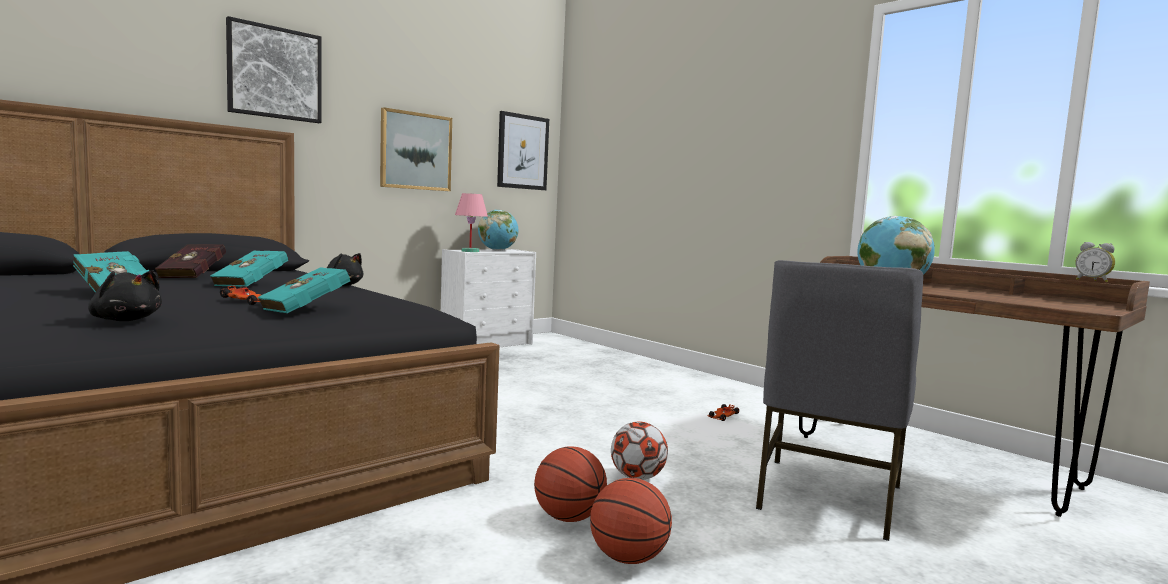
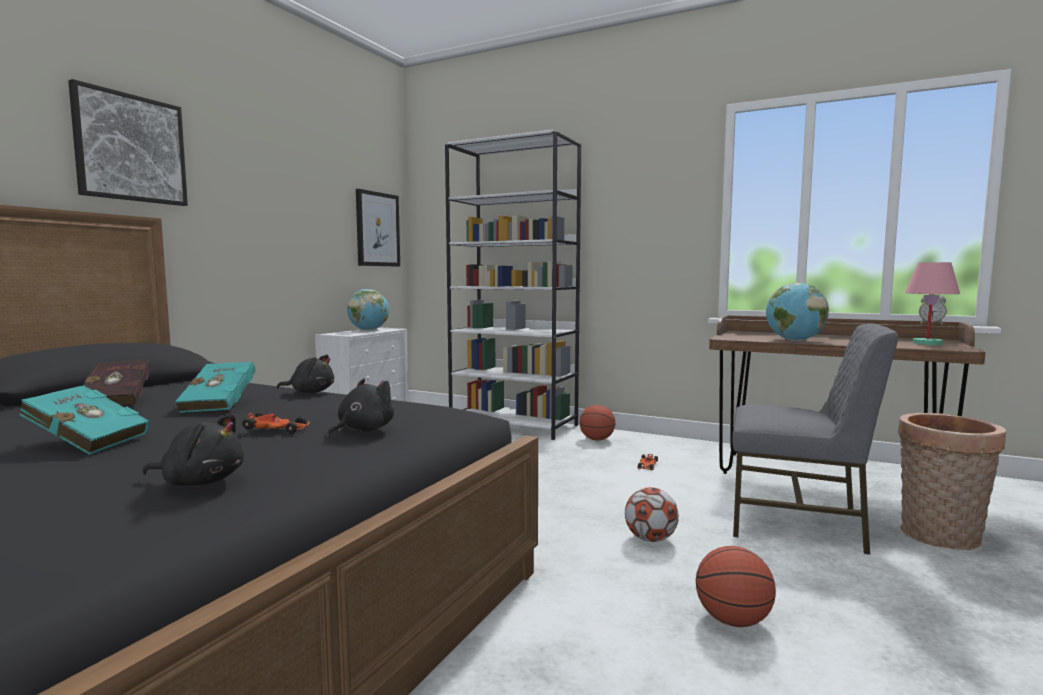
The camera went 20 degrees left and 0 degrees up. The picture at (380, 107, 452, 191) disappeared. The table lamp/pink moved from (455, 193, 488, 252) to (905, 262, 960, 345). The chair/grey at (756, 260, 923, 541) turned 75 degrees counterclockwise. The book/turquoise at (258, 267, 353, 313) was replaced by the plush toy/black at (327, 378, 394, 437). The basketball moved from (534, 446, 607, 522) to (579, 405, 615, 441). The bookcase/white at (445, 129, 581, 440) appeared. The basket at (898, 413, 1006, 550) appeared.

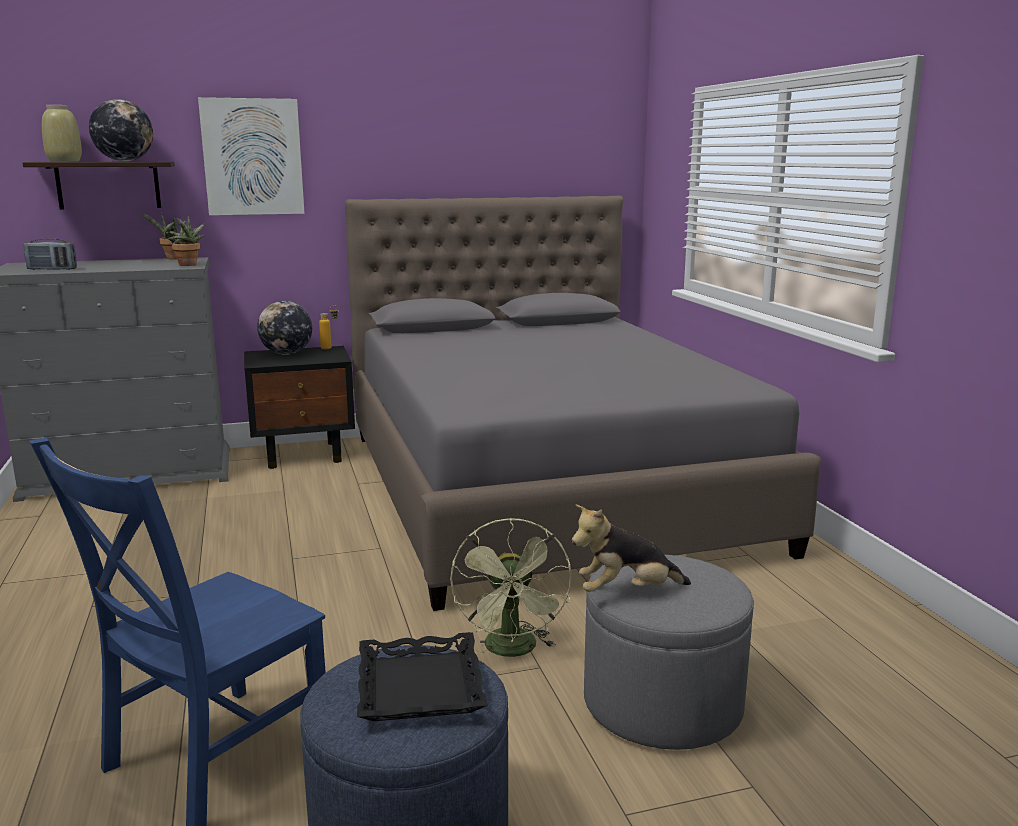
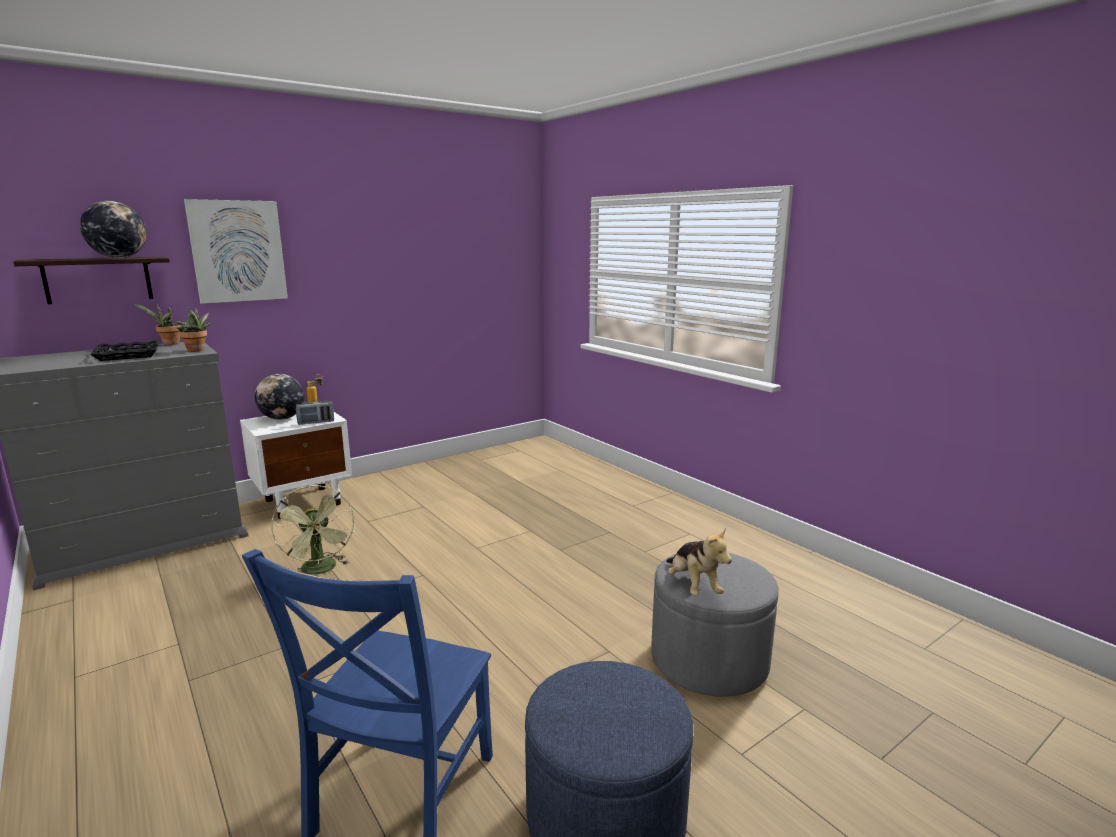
The camera went 20 degrees left and 0 degrees up. The vase/beige at (42, 105, 82, 161) disappeared. The bed/grey at (345, 196, 821, 611) disappeared. The radio moved from (23, 238, 77, 270) to (296, 400, 334, 425). The nightstand/black at (244, 346, 355, 469) became the nightstand/white at (240, 412, 352, 519). The plush toy at (572, 505, 691, 592) turned 75 degrees counterclockwise. The fan/green moved from (450, 518, 572, 657) to (271, 485, 354, 575). The tray/black moved from (357, 632, 488, 721) to (90, 340, 160, 361).

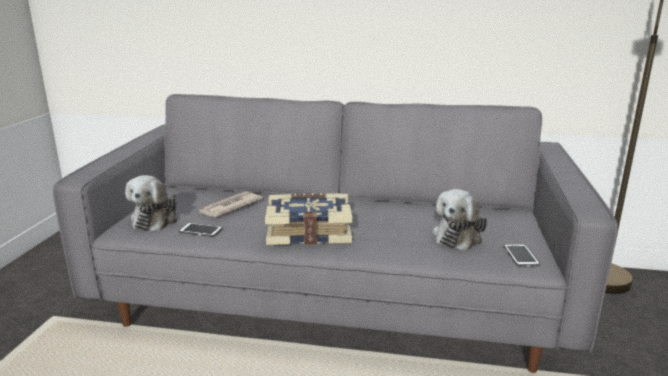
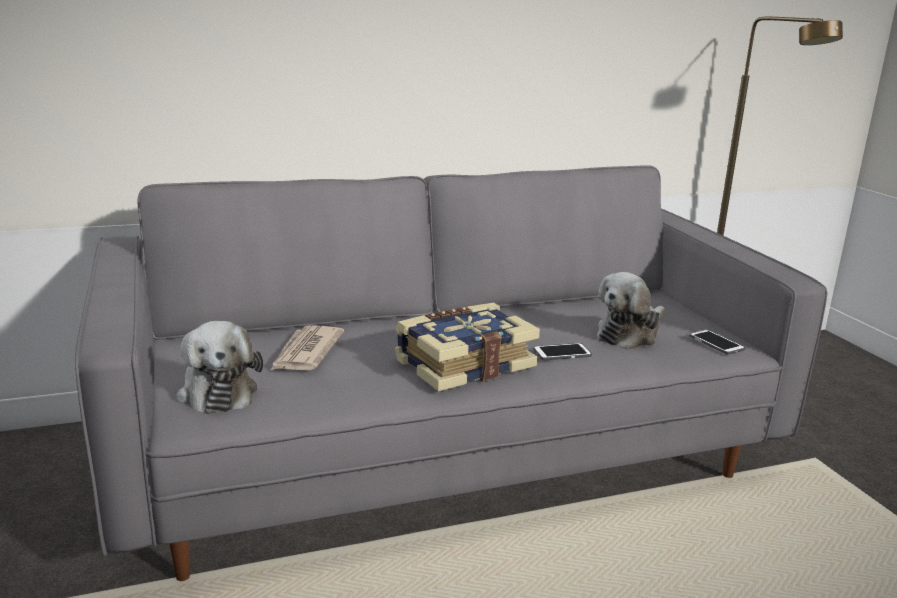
The camera went 30 degrees left and 0 degrees up. The plush toy at (432, 189, 487, 251) turned 45 degrees clockwise. The phone moved from (179, 223, 223, 237) to (533, 343, 592, 360).

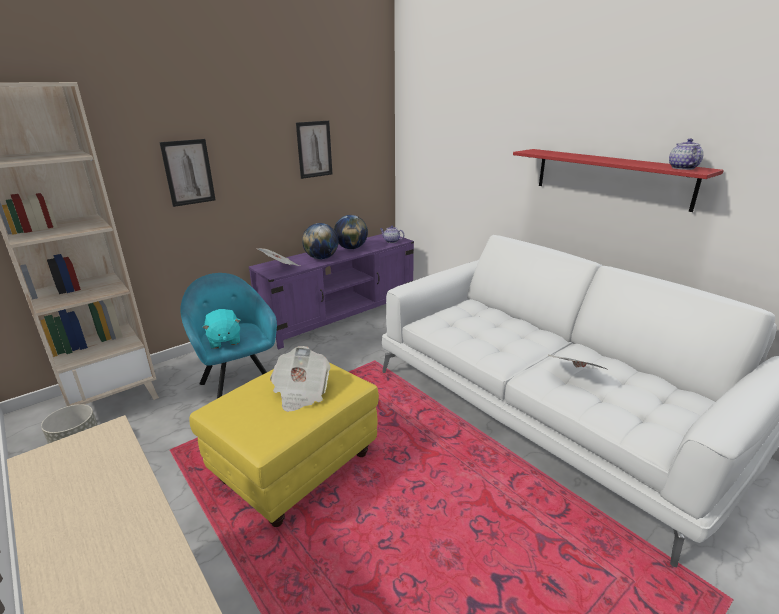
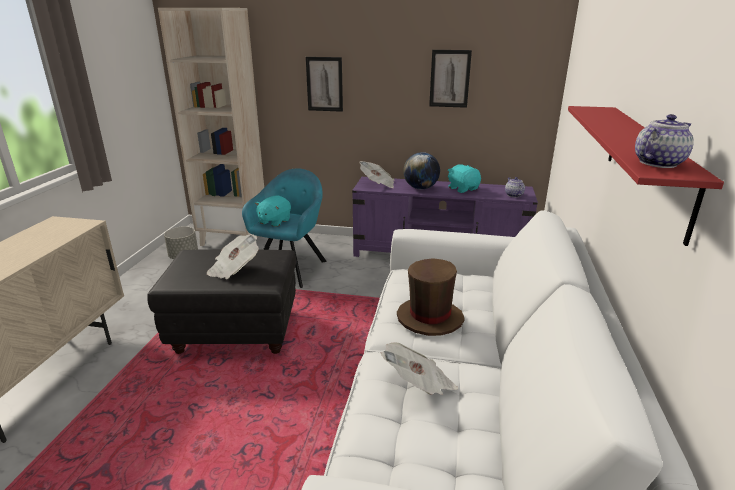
The camera went 50 degrees right and 0 degrees up. The globe at (334, 215, 368, 249) was replaced by the plush toy/turquoise at (448, 164, 481, 193). The ottoman/yellow at (189, 362, 379, 527) became the ottoman/black at (147, 249, 296, 354). The hat/brown at (397, 258, 465, 336) appeared.

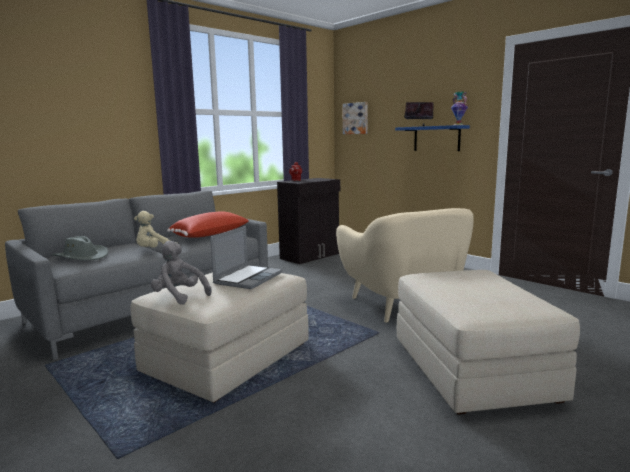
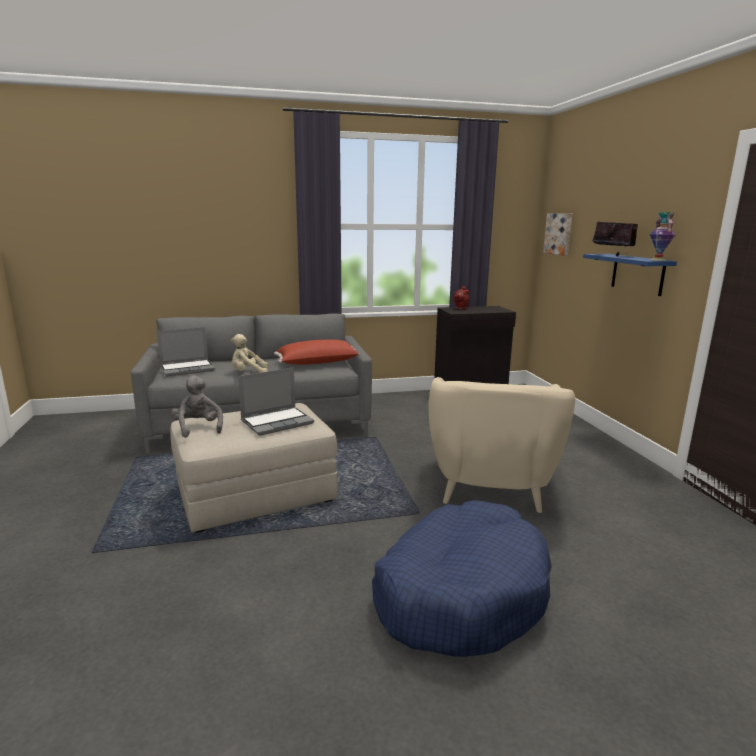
The camera went 30 degrees right and 5 degrees up. The hat/grey at (52, 236, 108, 260) was replaced by the laptop at (156, 327, 215, 376). The ottoman/beige at (397, 270, 580, 415) was replaced by the dog bed/blue at (372, 500, 552, 657).

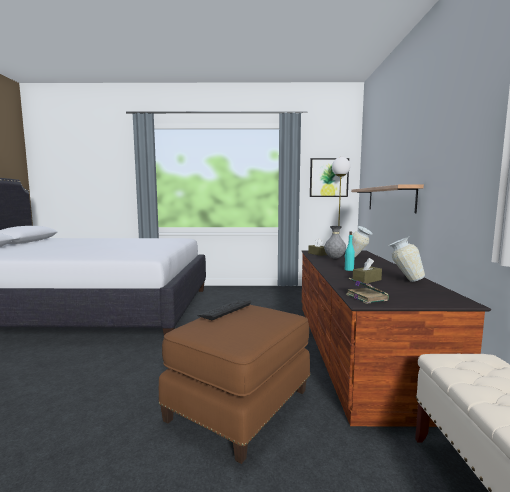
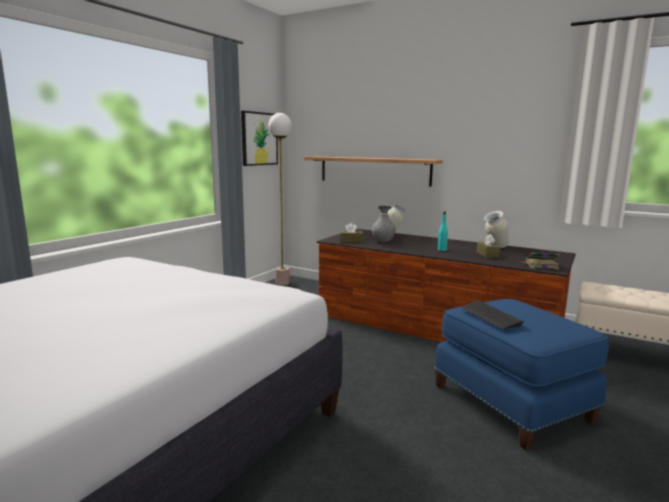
The camera went 60 degrees left and 5 degrees up. The ottoman/brown at (159, 305, 310, 464) became the ottoman/blue at (434, 299, 609, 450).

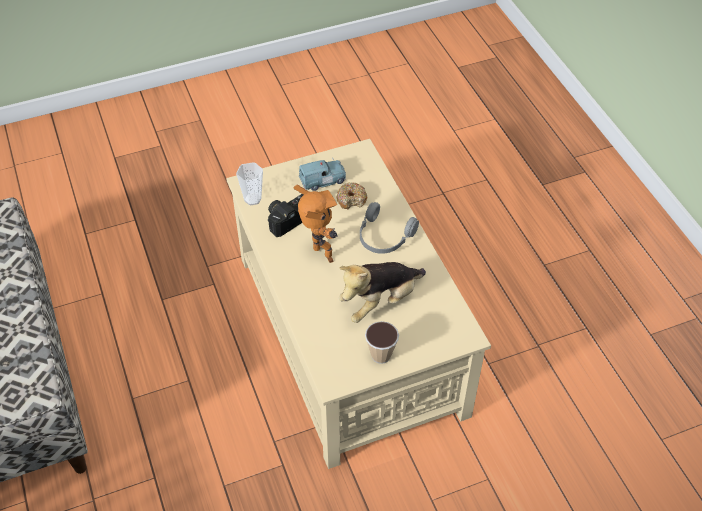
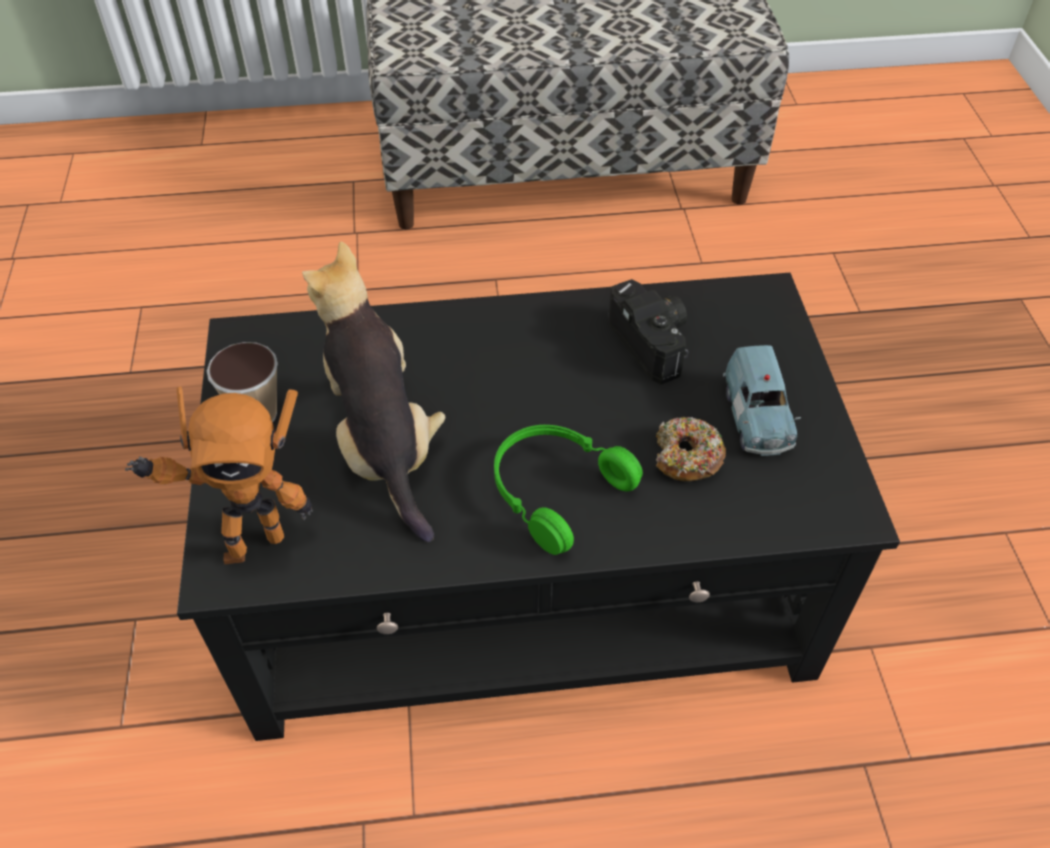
The camera went 105 degrees right and 0 degrees up. The coffee table/beige at (226, 139, 491, 469) became the coffee table/black at (177, 273, 900, 741). The cup at (236, 162, 263, 205) disappeared. The toy robot moved from (294, 185, 338, 263) to (125, 387, 312, 564). The headphones/grey at (360, 202, 419, 254) became the headphones/green at (494, 425, 643, 555).

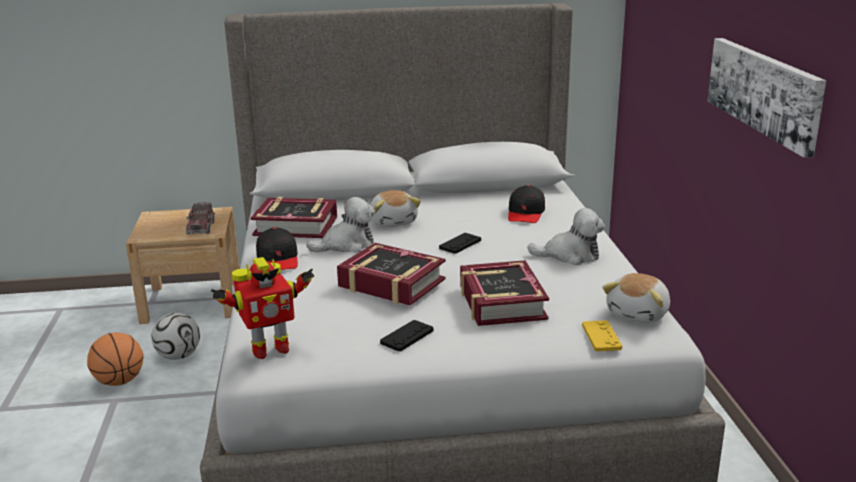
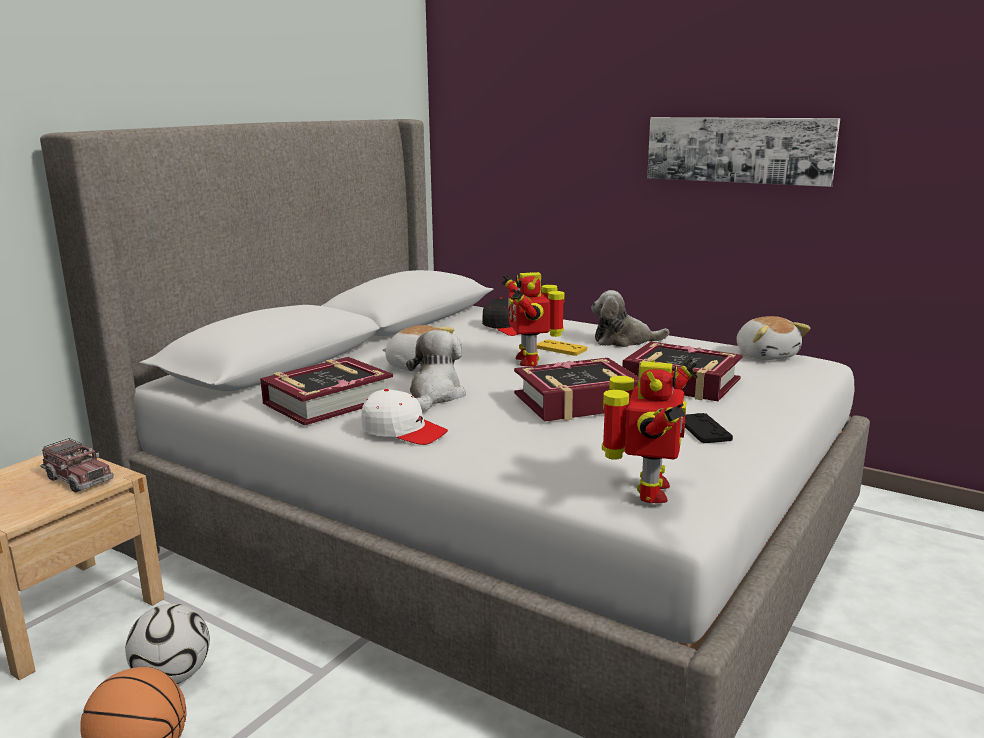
The camera went 50 degrees left and 5 degrees down. The plush toy at (528, 208, 605, 265) turned 135 degrees counterclockwise. The cap/black at (256, 227, 298, 270) became the cap/white at (362, 389, 448, 445). The game controller/black at (439, 233, 481, 254) was replaced by the toy robot at (502, 272, 565, 366). The game controller/yellow moved from (582, 320, 622, 352) to (537, 340, 587, 356).

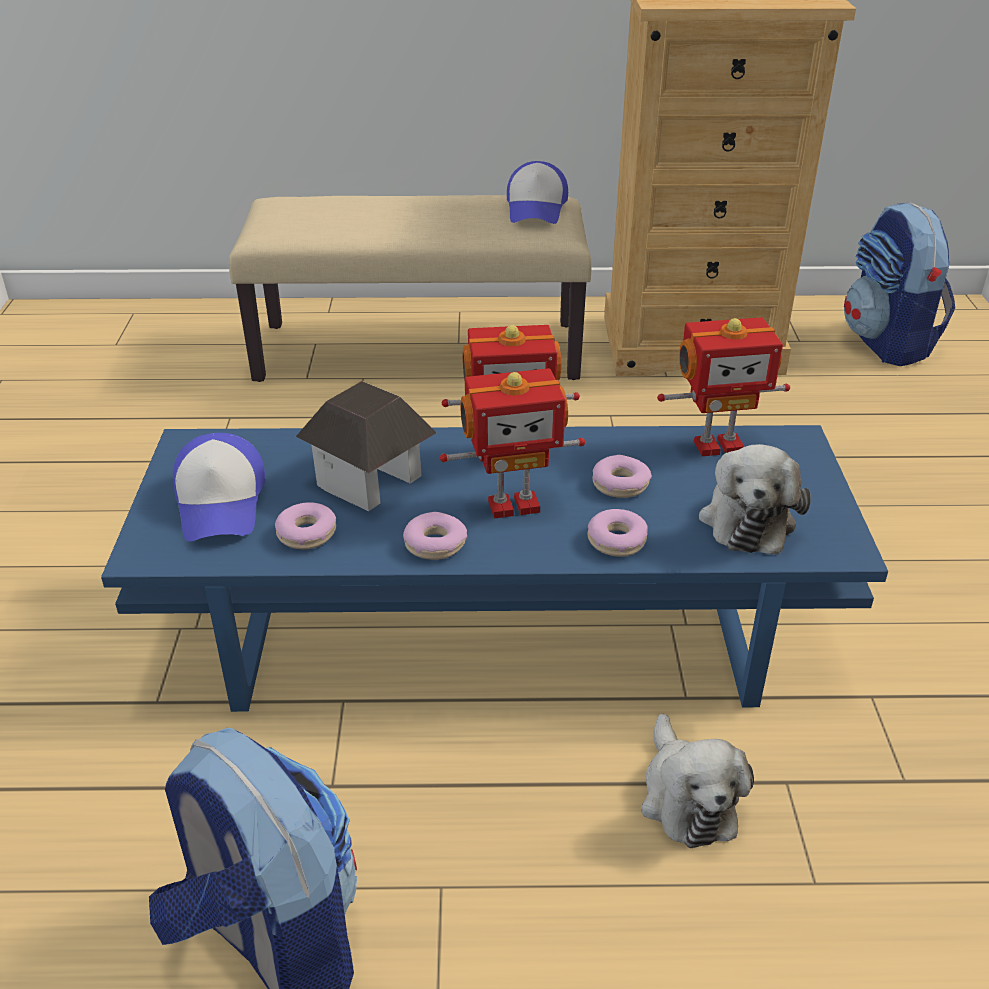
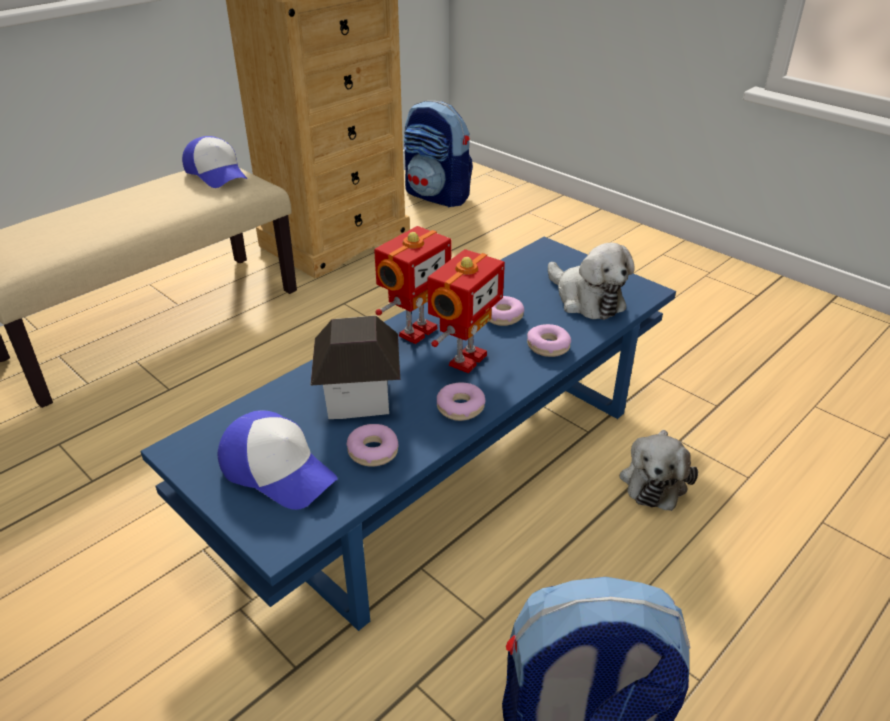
The camera went 45 degrees left and 0 degrees up. The toy robot at (657, 317, 790, 456) disappeared. The plush toy at (641, 714, 754, 848) turned 75 degrees clockwise.

